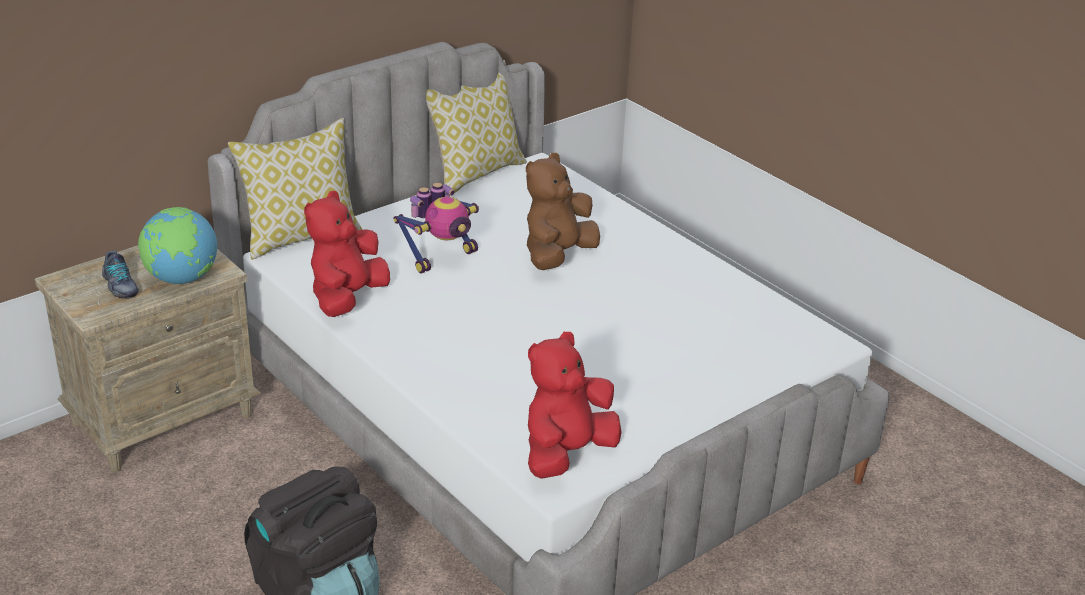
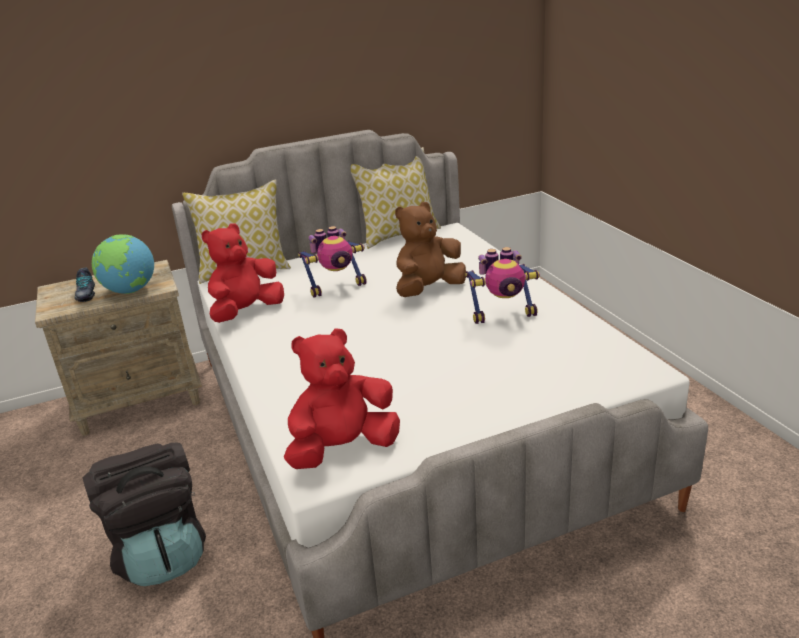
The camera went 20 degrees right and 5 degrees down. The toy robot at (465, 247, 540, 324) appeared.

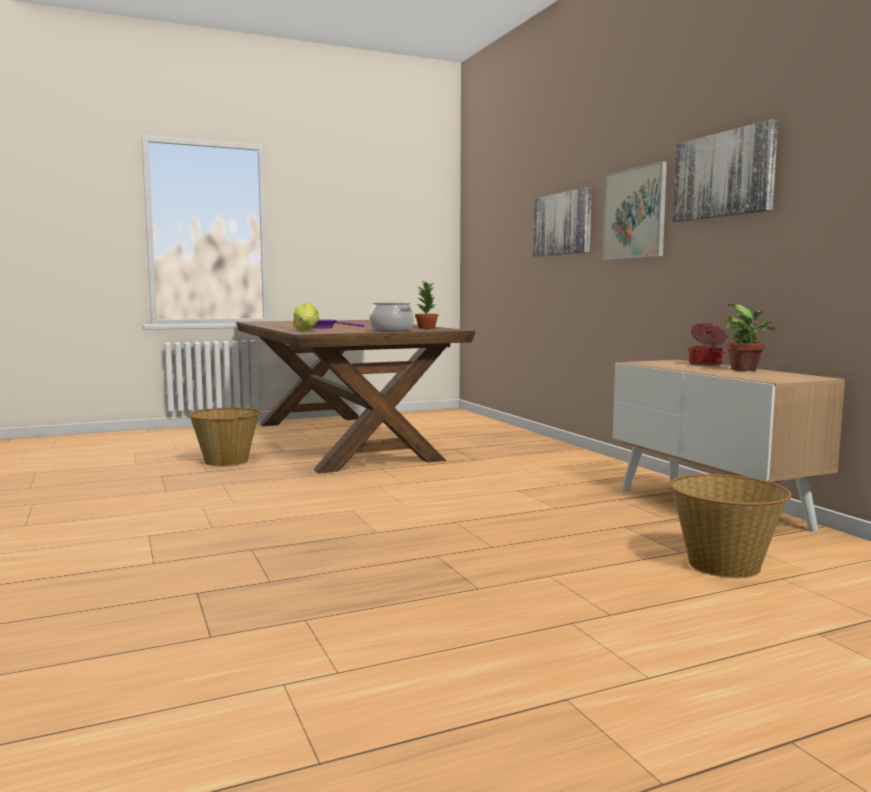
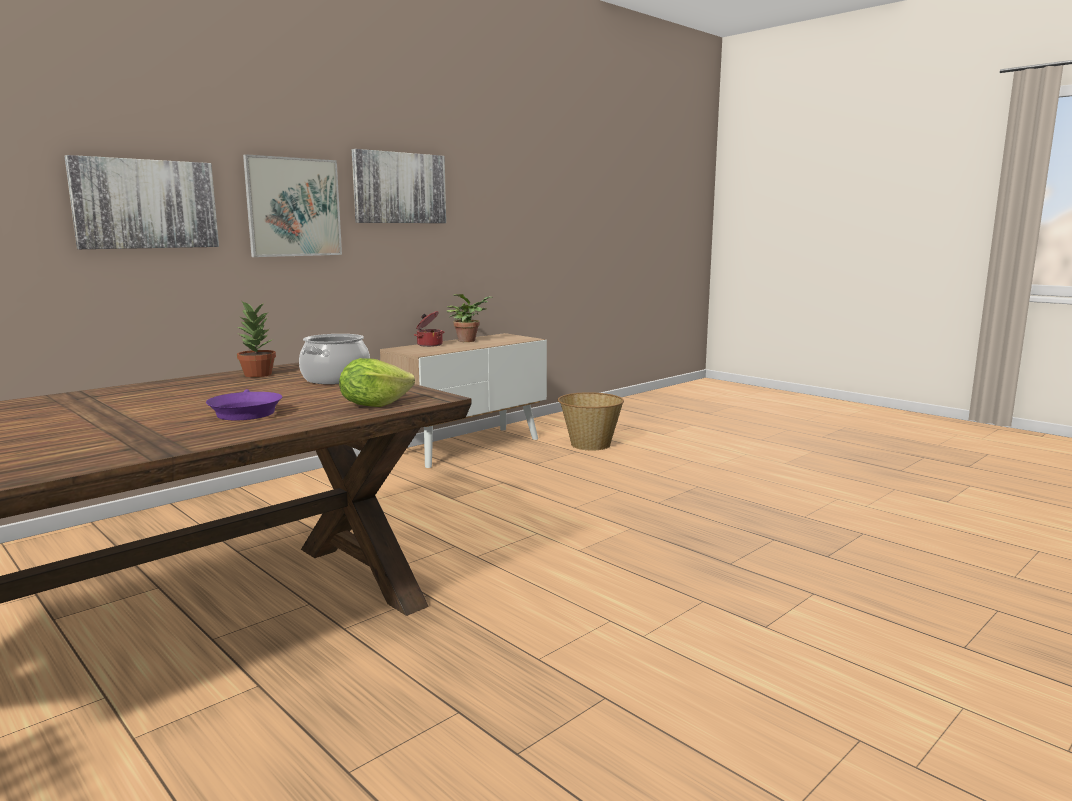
The camera went 110 degrees left and 5 degrees up. The basket at (188, 408, 261, 466) disappeared.

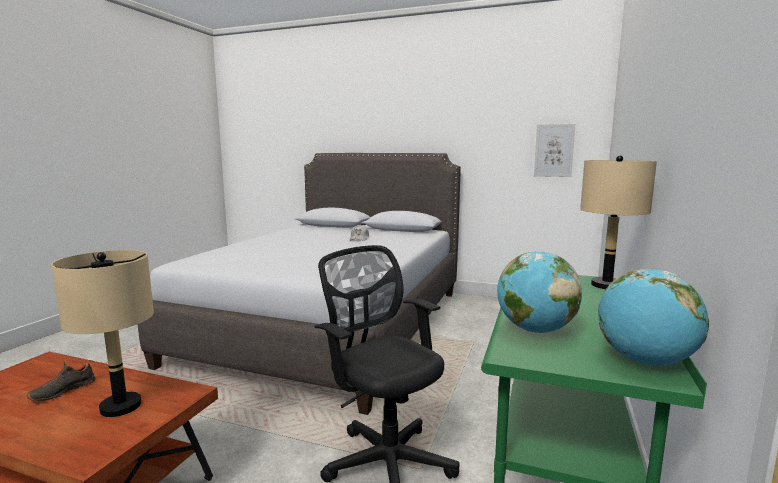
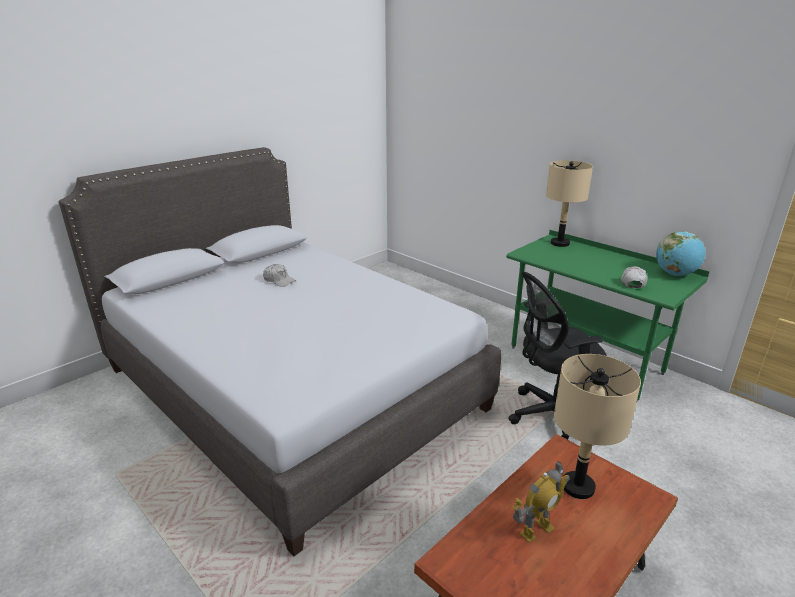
The camera went 65 degrees left and 15 degrees up. The picture at (534, 124, 575, 177) disappeared. The globe at (497, 251, 582, 333) was replaced by the cap/white at (621, 266, 648, 288). The shoe/black at (27, 359, 96, 402) was replaced by the toy robot at (512, 461, 570, 543).

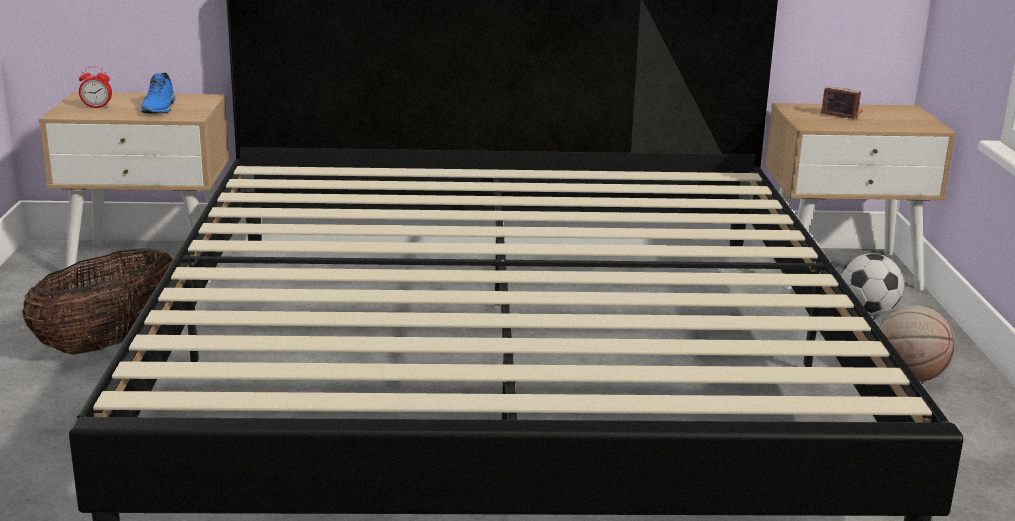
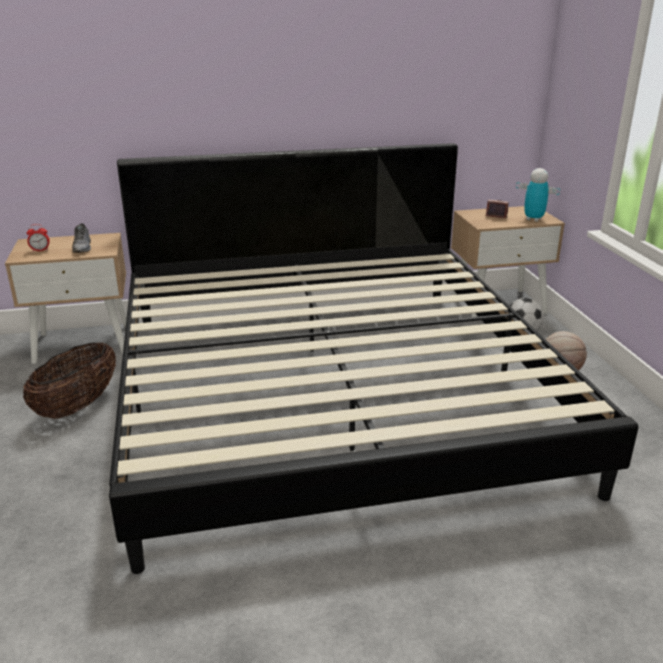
The camera went 10 degrees left and 5 degrees up. The shoe/blue at (141, 73, 175, 114) became the shoe/grey at (72, 223, 91, 253). The toy robot at (516, 168, 560, 222) appeared.

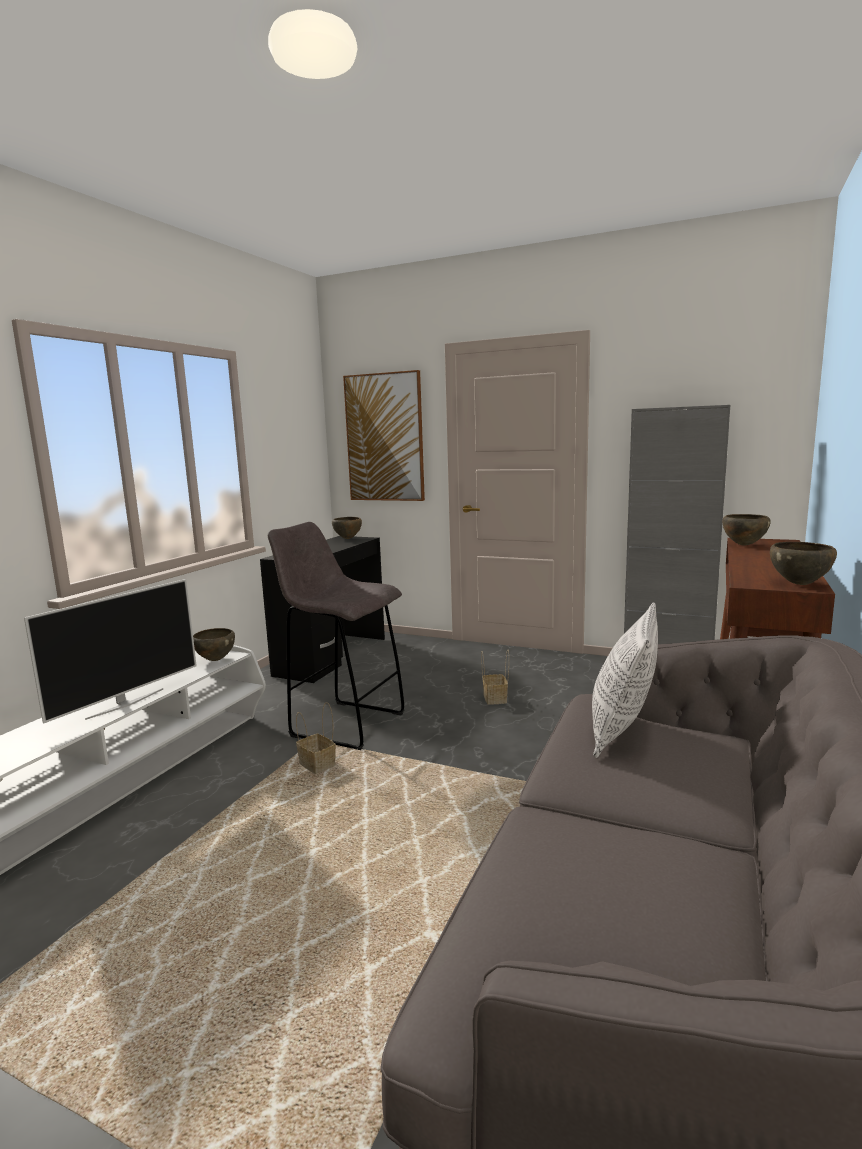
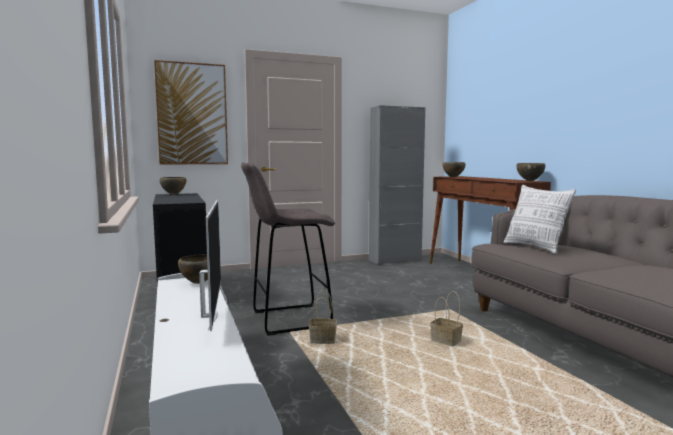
The camera went 45 degrees left and 5 degrees down. The basket moved from (481, 650, 509, 705) to (430, 291, 463, 346).

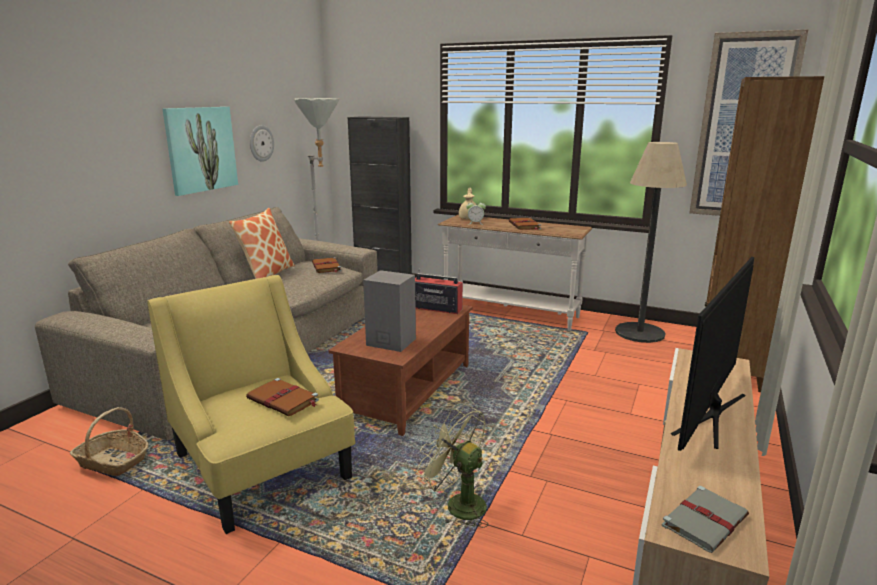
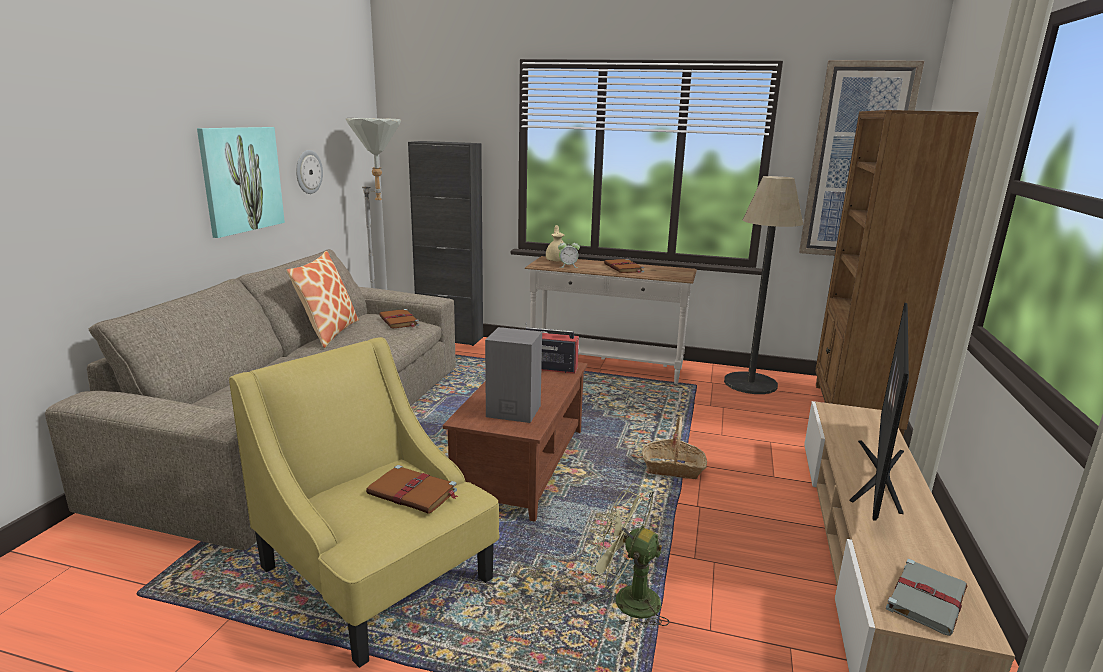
The camera went 10 degrees left and 0 degrees up. The basket moved from (69, 407, 149, 476) to (642, 416, 707, 479).

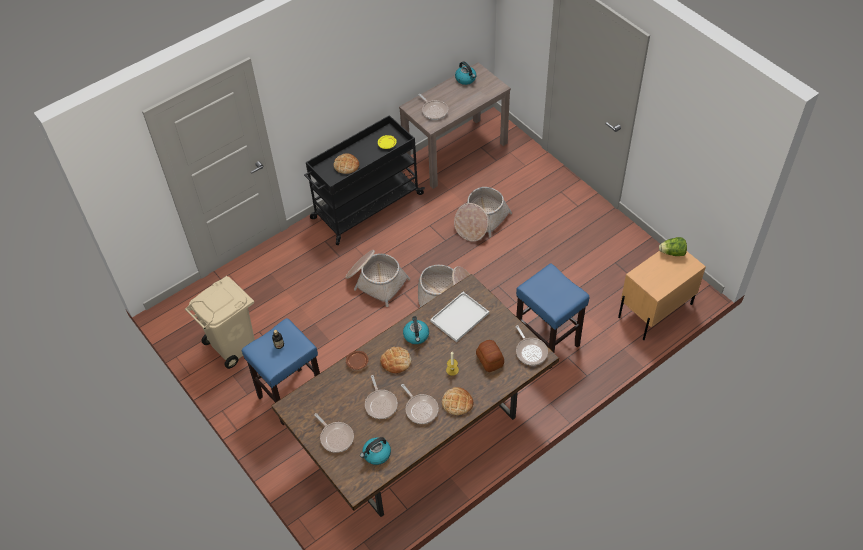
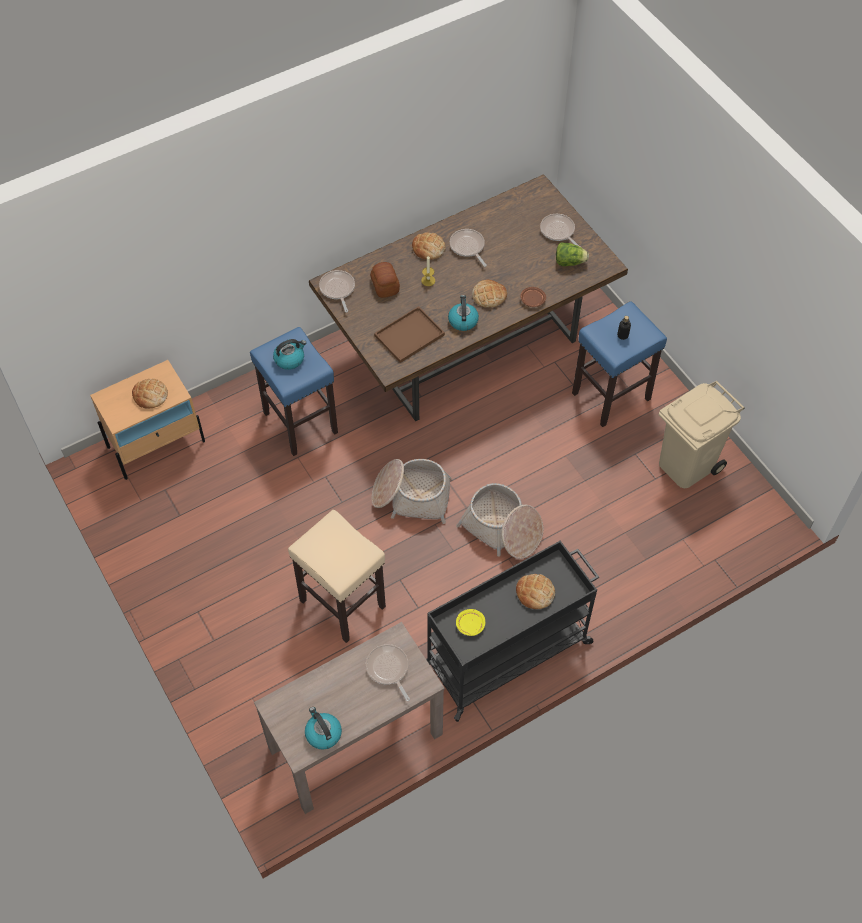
The camera went 175 degrees left and 5 degrees up. The basket at (454, 187, 512, 241) was replaced by the stool/beige at (288, 510, 386, 643). The lettuce moved from (659, 237, 687, 256) to (556, 242, 589, 266). The tray/white at (430, 292, 489, 342) became the tray/brown at (374, 306, 445, 363). The frying pan at (365, 375, 398, 419) disappeared. The kettle moved from (360, 437, 391, 465) to (273, 339, 306, 370). The bread at (132, 378, 168, 408) appeared.

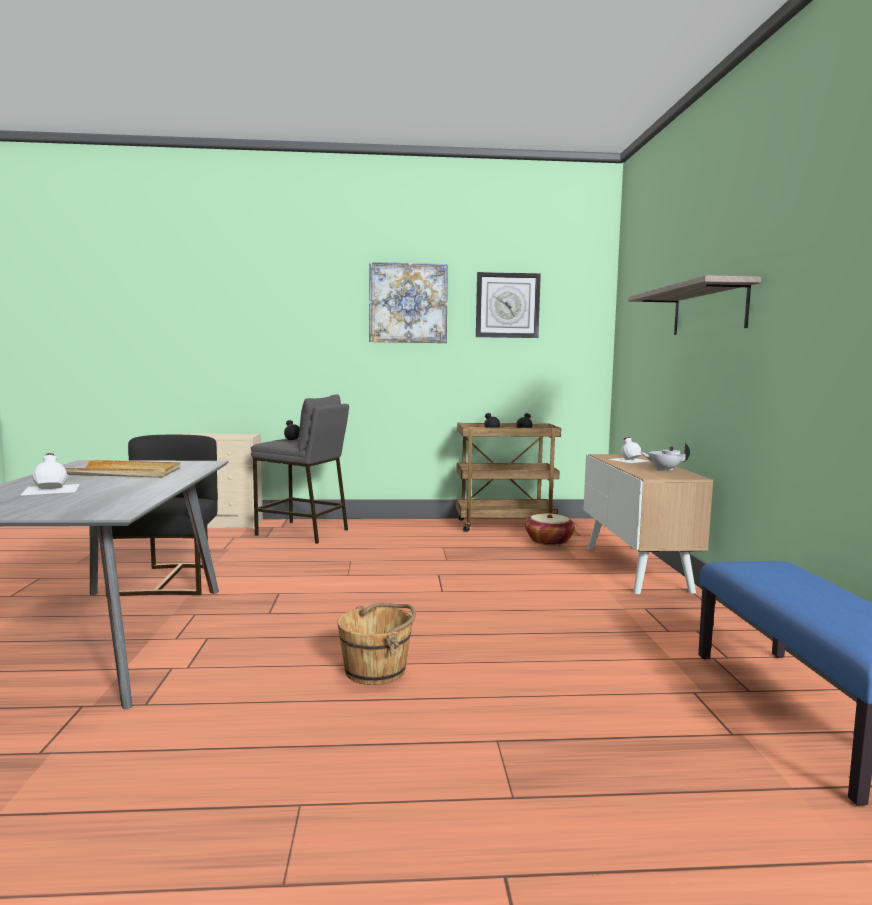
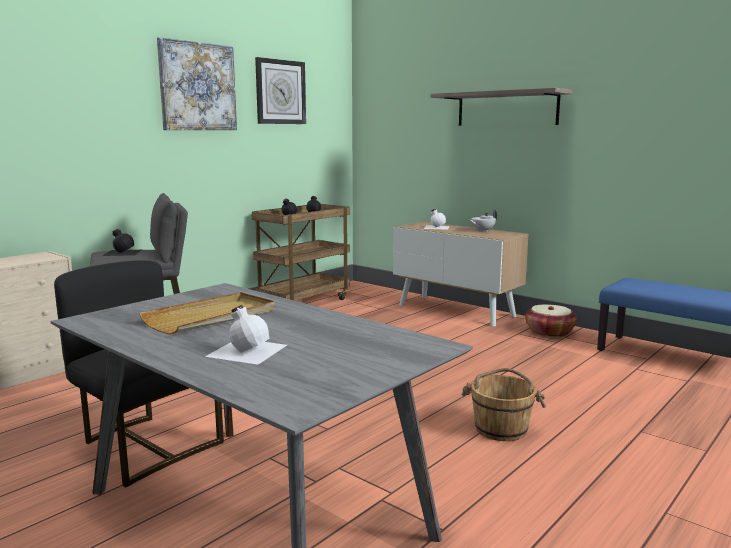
The camera went 45 degrees left and 5 degrees up. The basket moved from (525, 513, 575, 546) to (525, 304, 577, 338).

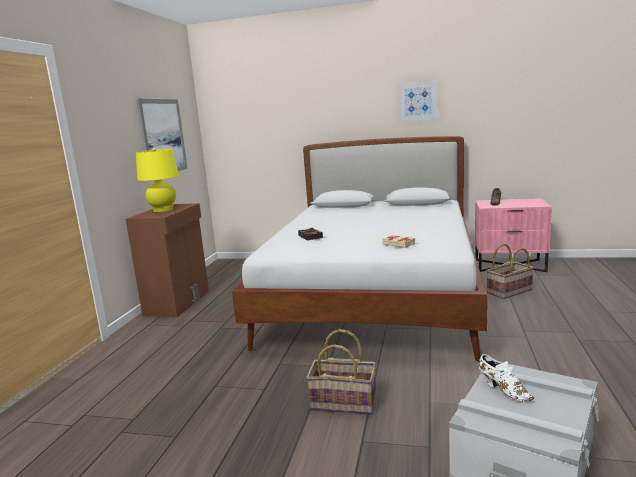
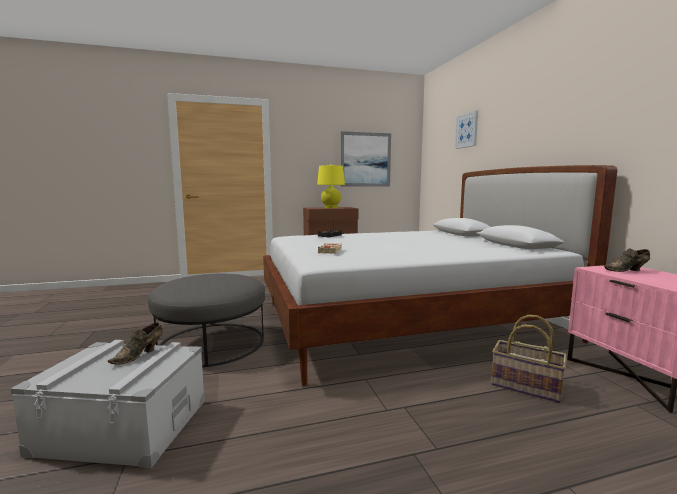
The camera went 60 degrees right and 5 degrees down. The picture moved from (399, 81, 437, 121) to (455, 110, 478, 149). The basket at (306, 329, 376, 415) was replaced by the ottoman/grey at (148, 274, 265, 367). The shoe/white at (479, 354, 534, 402) became the shoe/brown at (108, 322, 163, 364).

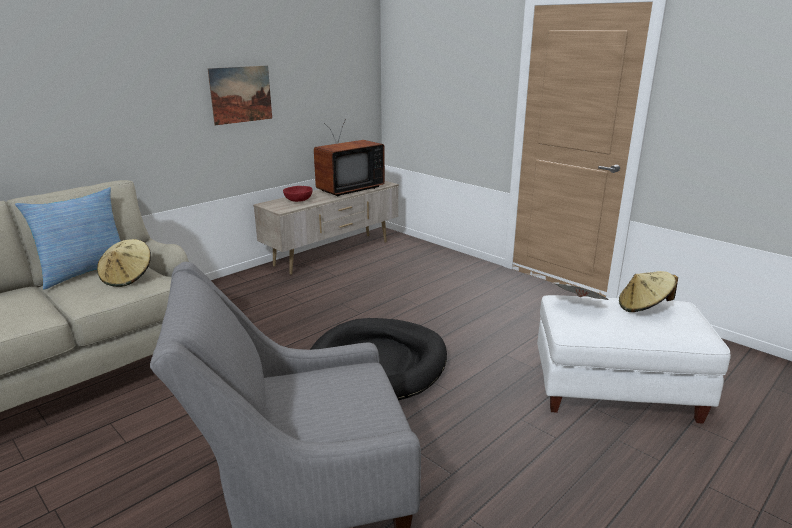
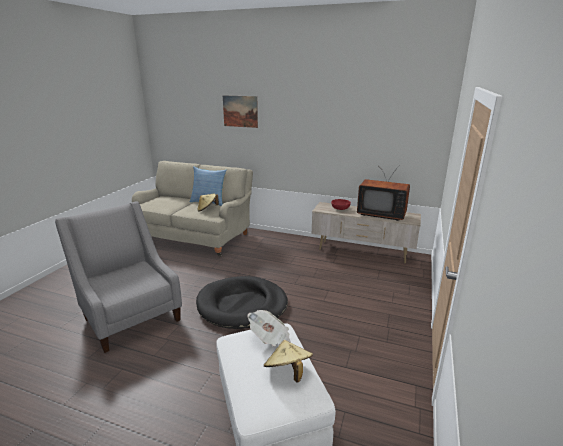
The camera went 65 degrees right and 0 degrees up. The picture moved from (207, 66, 272, 125) to (223, 95, 258, 128).

